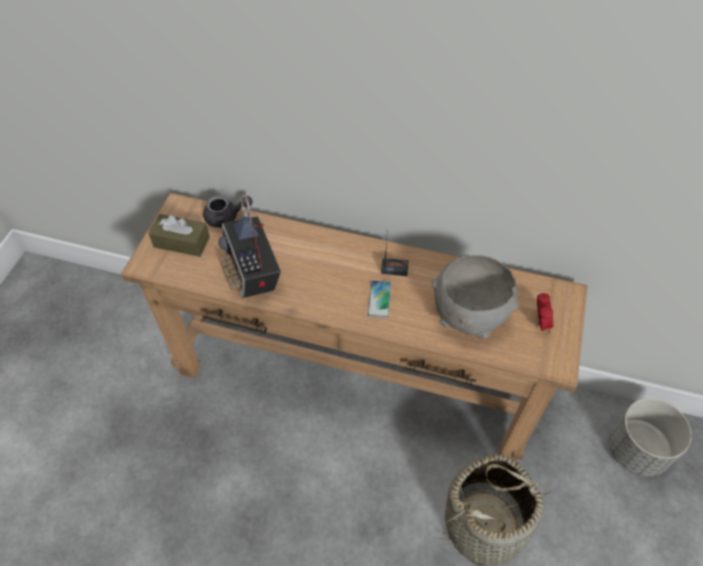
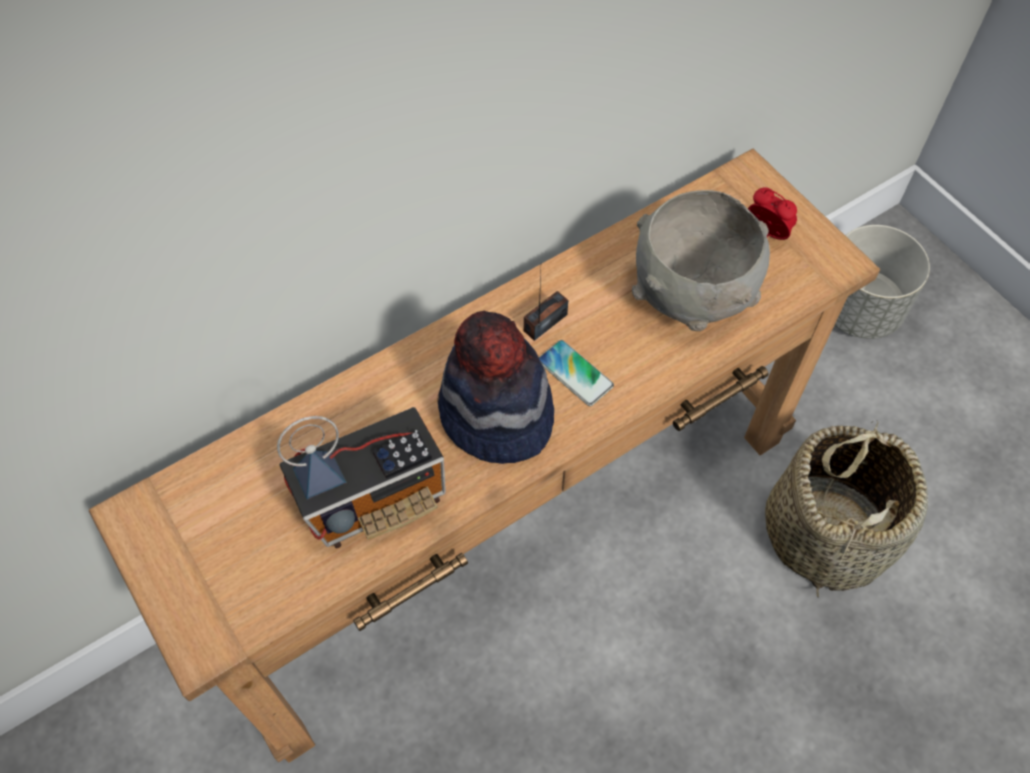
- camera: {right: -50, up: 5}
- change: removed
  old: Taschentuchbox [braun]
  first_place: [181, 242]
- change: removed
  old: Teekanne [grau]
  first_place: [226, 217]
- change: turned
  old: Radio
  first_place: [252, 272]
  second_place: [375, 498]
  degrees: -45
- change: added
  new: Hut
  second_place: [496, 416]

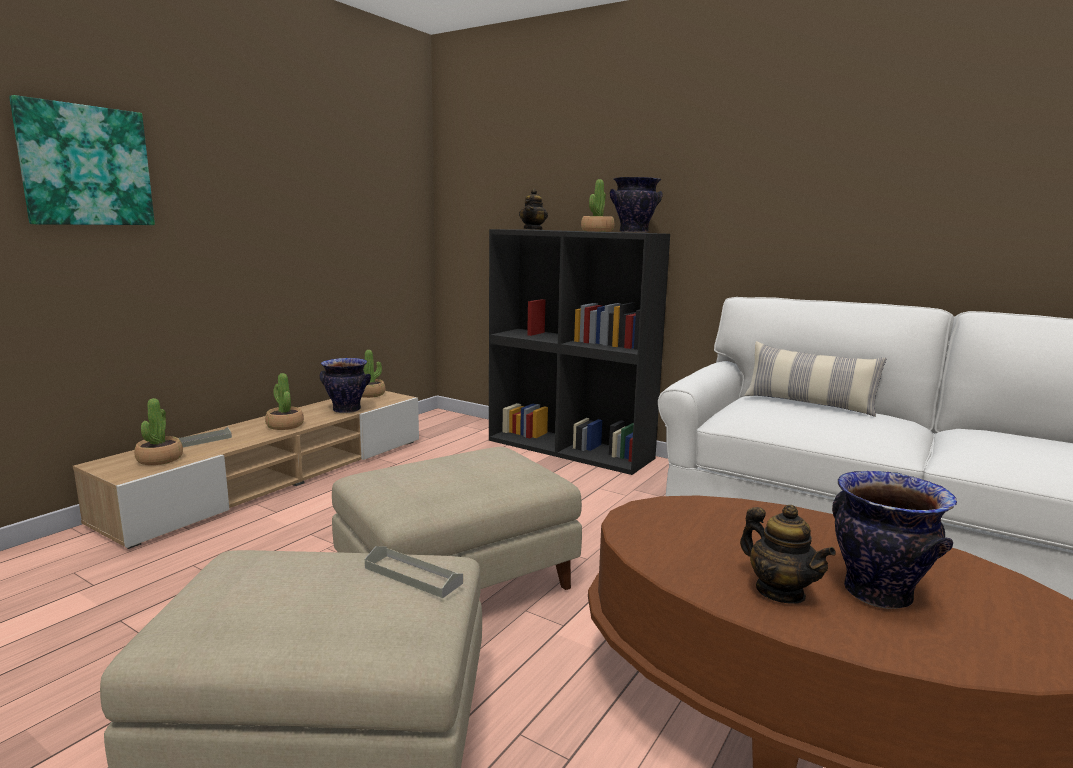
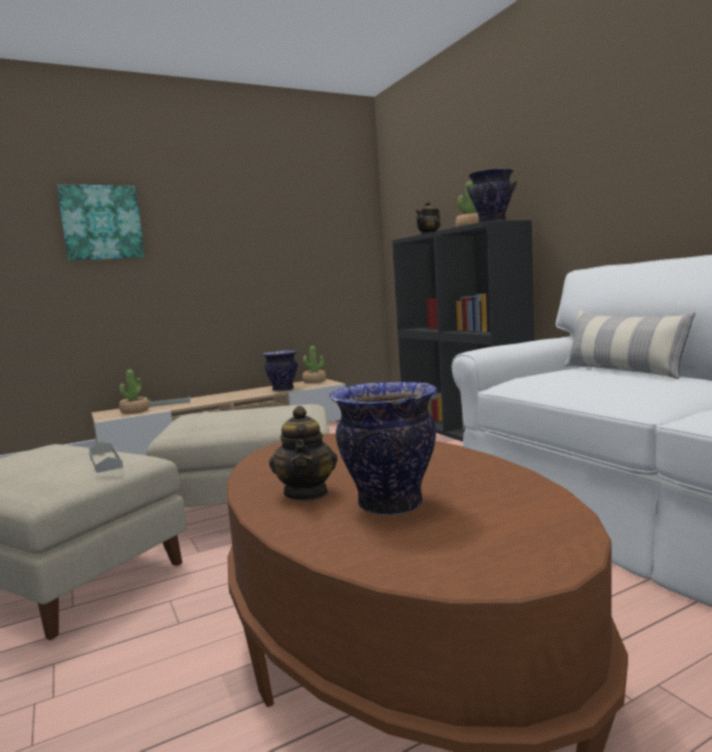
- camera: {right: 30, up: -5}
- change: removed
  old: Topfpflanze
  first_place: [285, 425]

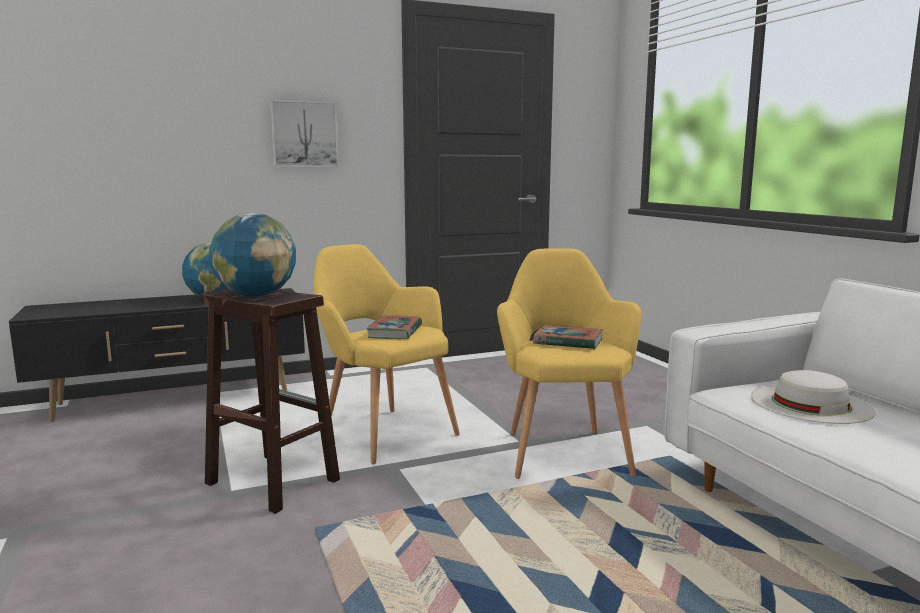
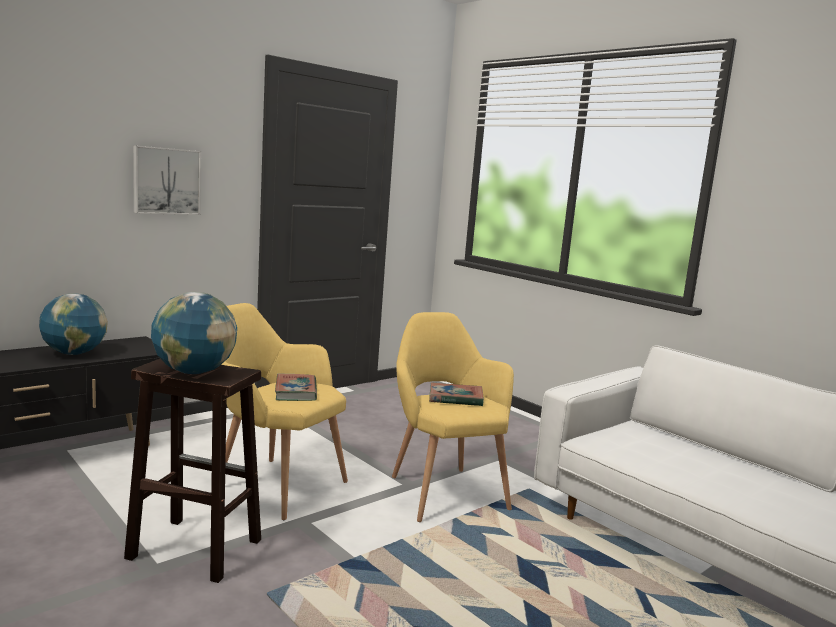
- camera: {right: -20, up: 0}
- change: removed
  old: Hut [weiß]
  first_place: [810, 403]

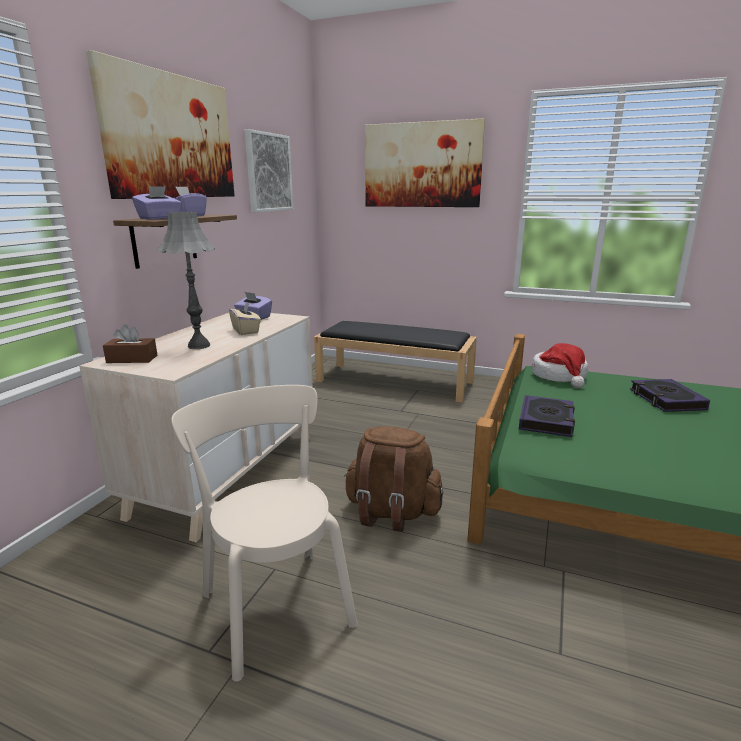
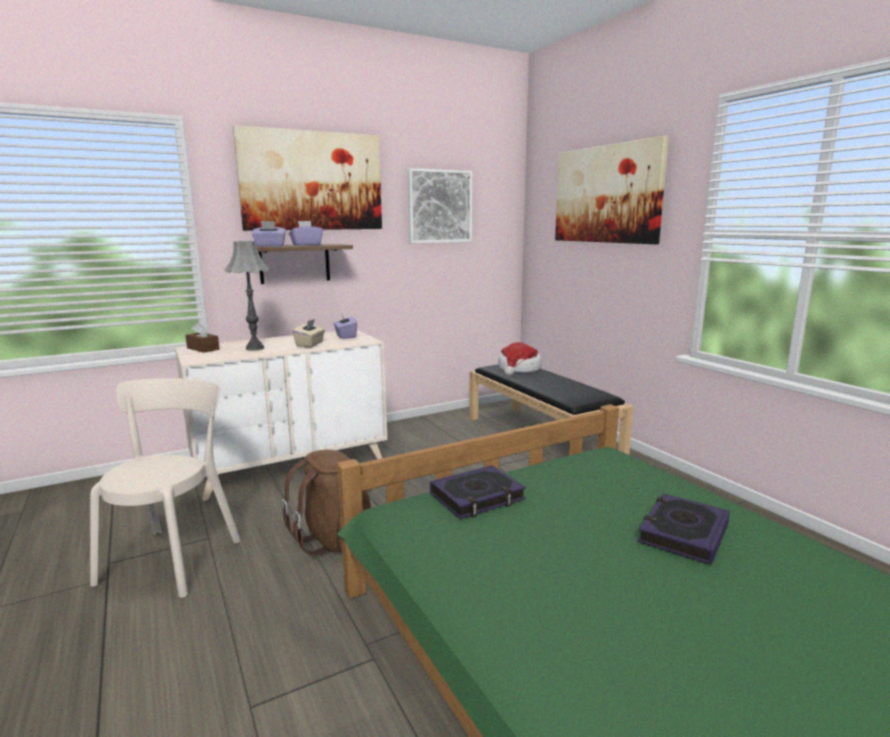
- camera: {right: 40, up: -5}
- change: moved
  old: Hut
  first_place: [559, 376]
  second_place: [519, 369]

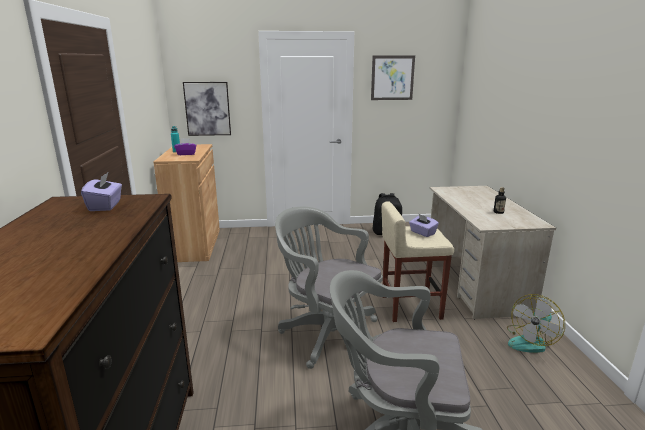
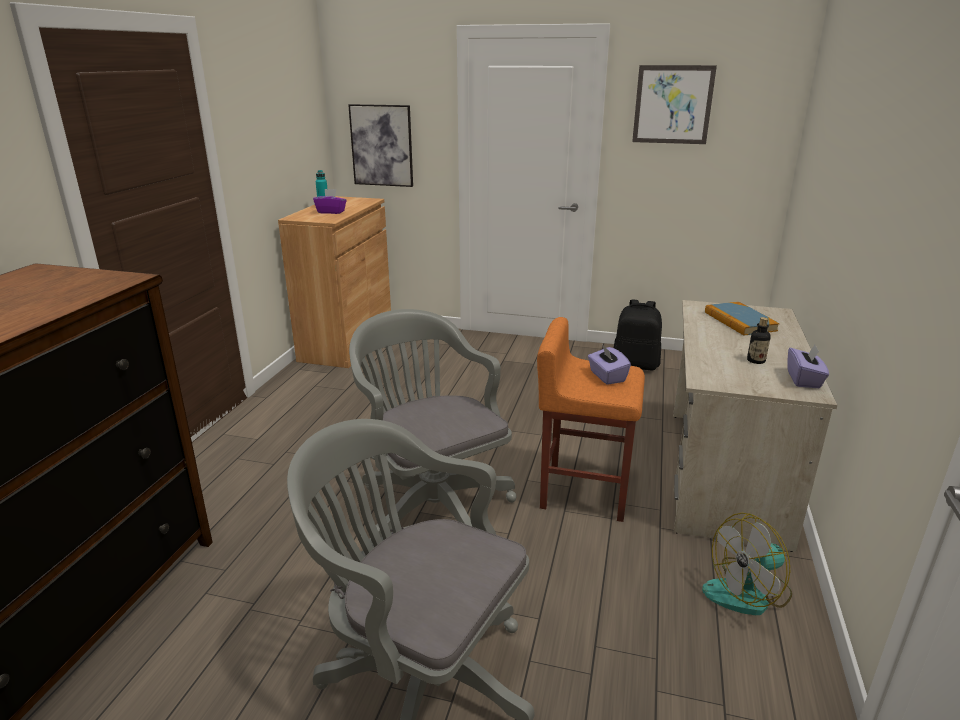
- camera: {right: 20, up: 5}
- change: moved
  old: Taschentuchbox [lila]
  first_place: [105, 206]
  second_place: [804, 380]
- change: recoloured
  old: Hocker [beige]
  new: Hocker [orange]
  first_place: [410, 307]
  second_place: [583, 491]
- change: added
  new: Buch
  second_place: [739, 321]

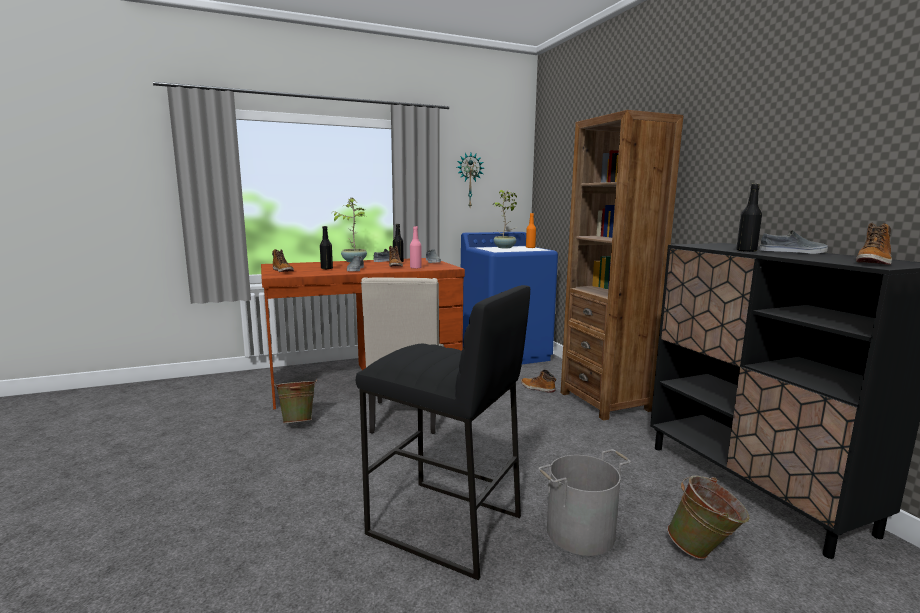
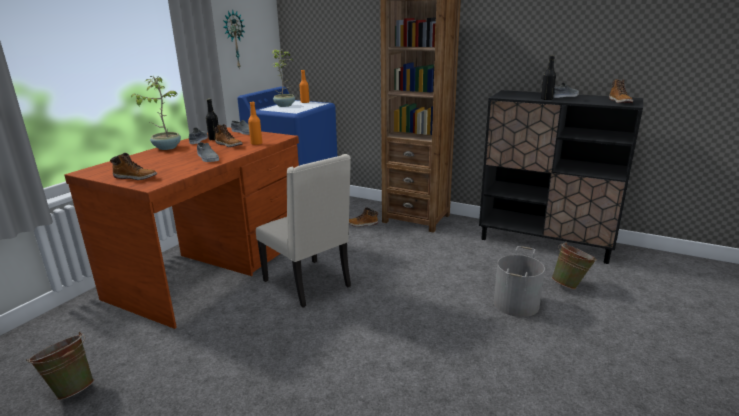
- camera: {right: -40, up: 10}
- change: moved
  old: Eimer [grün]
  first_place: [298, 421]
  second_place: [71, 389]
- change: removed
  old: Flasche [schwarz]
  first_place: [326, 269]
- change: removed
  old: Hocker [schwarz]
  first_place: [444, 526]
- change: recoloured
  old: Flasche [rosa]
  new: Flasche [orange]
  first_place: [415, 268]
  second_place: [256, 143]

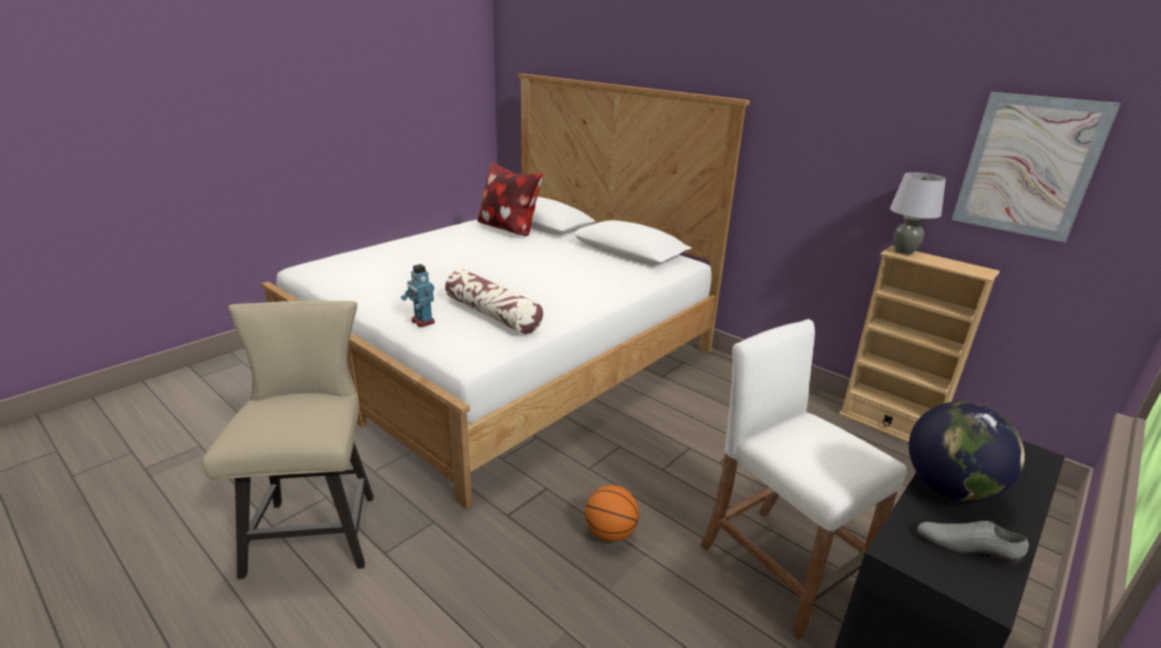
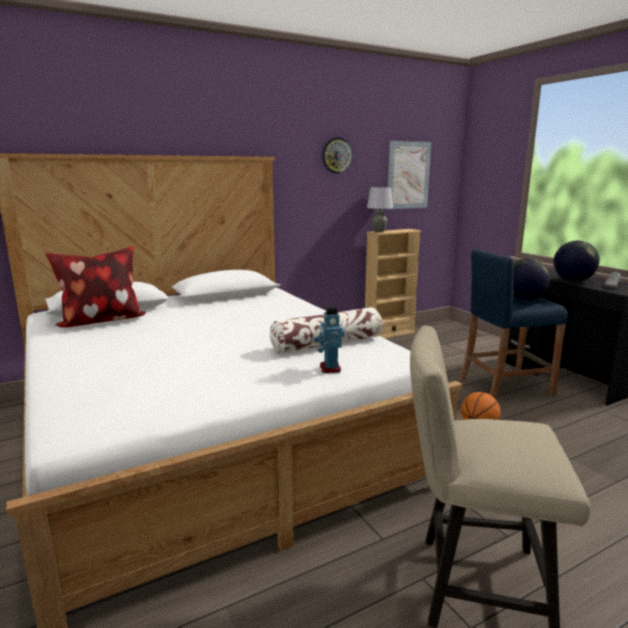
- camera: {right: -70, up: -10}
- change: turned
  old: Spielzeugroboter
  first_place: [422, 322]
  second_place: [329, 368]
  degrees: 105
- change: recoloured
  old: Hocker [weiß]
  new: Hocker [blau]
  first_place: [779, 567]
  second_place: [505, 386]
- change: added
  new: Wanduhr
  second_place: [336, 155]
- change: added
  new: Globus
  second_place: [524, 299]

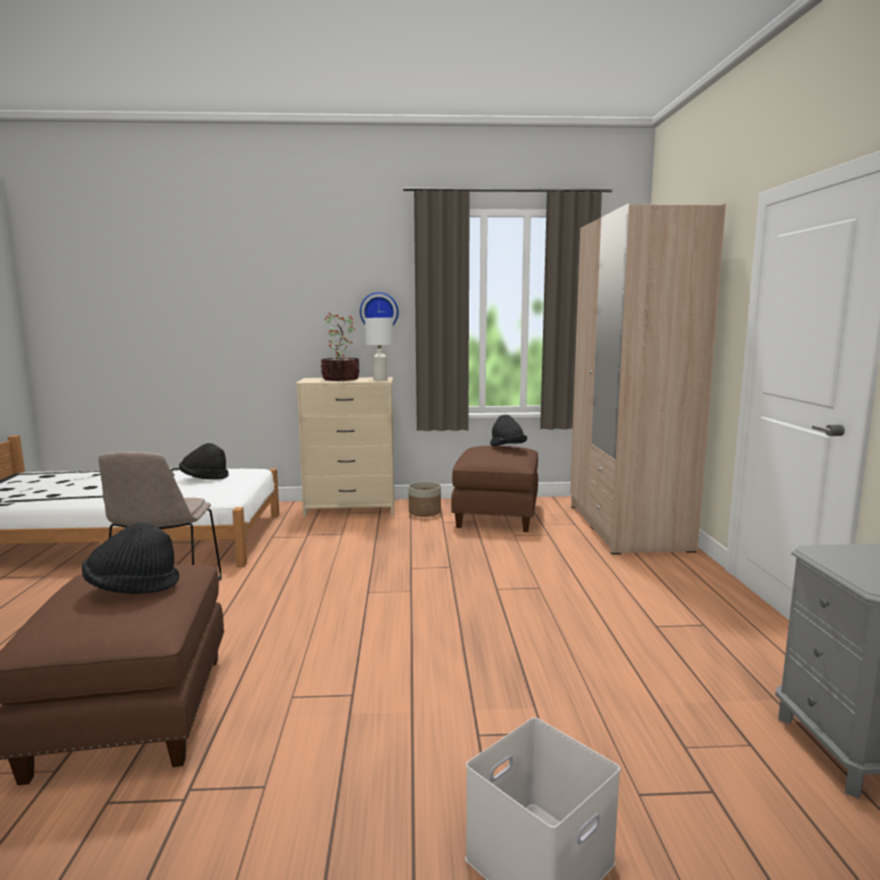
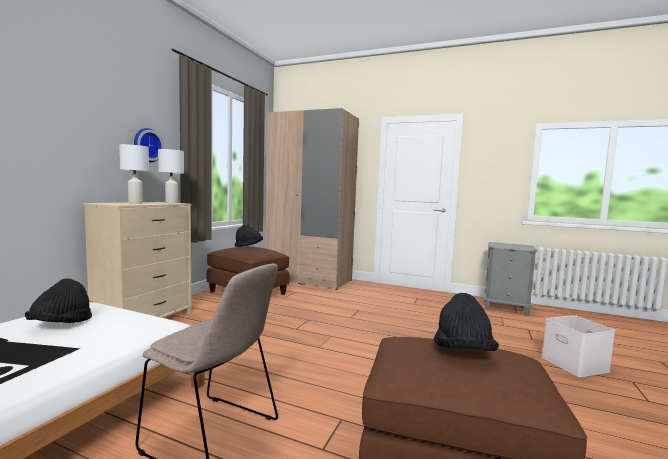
- camera: {right: -65, up: -5}
- change: replaced
  old: Topfpflanze
  new: Tischlampe [weiß]
  first_place: [340, 379]
  second_place: [135, 203]
- change: removed
  old: Pflanzkübel
  first_place: [424, 512]

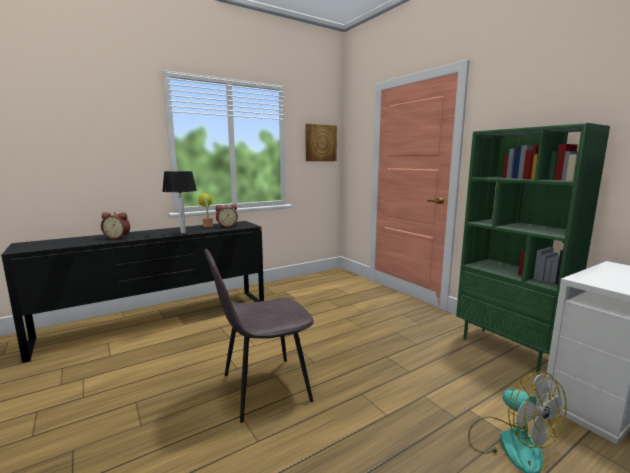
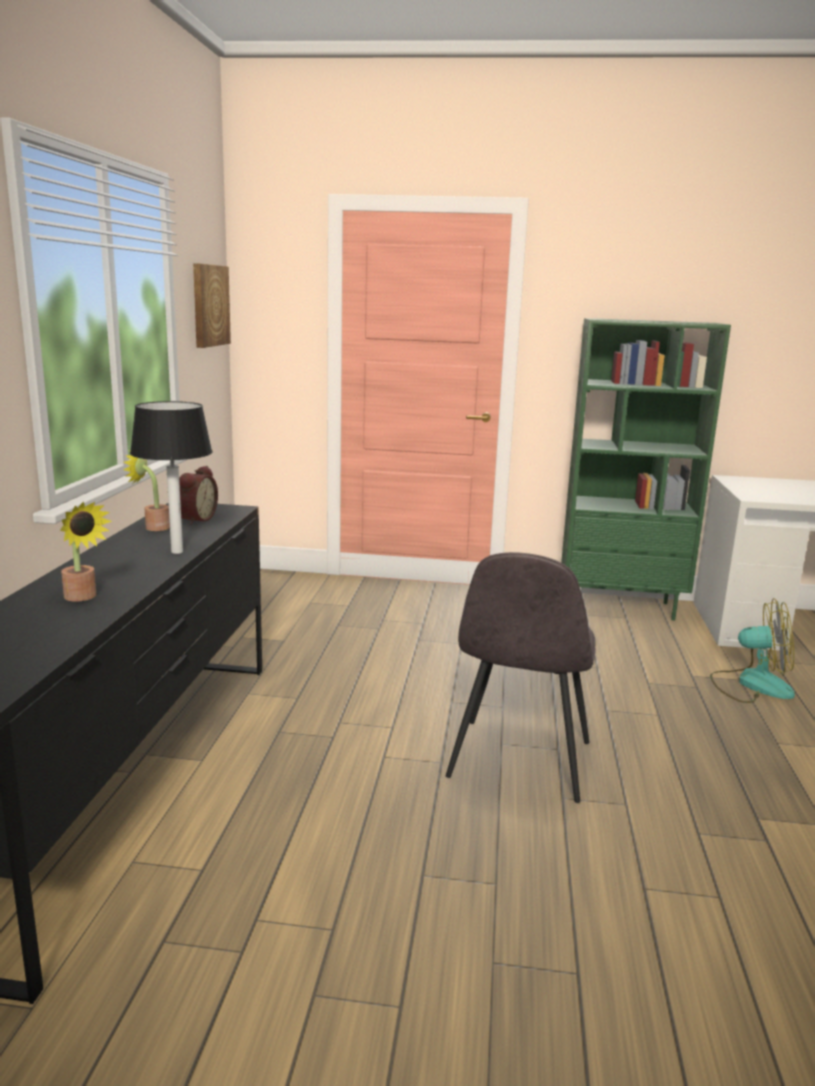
- camera: {right: -50, up: 5}
- change: replaced
  old: Wecker
  new: Topfpflanze
  first_place: [118, 237]
  second_place: [83, 597]

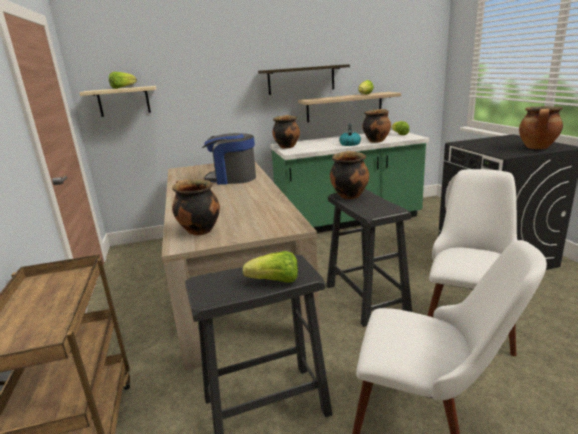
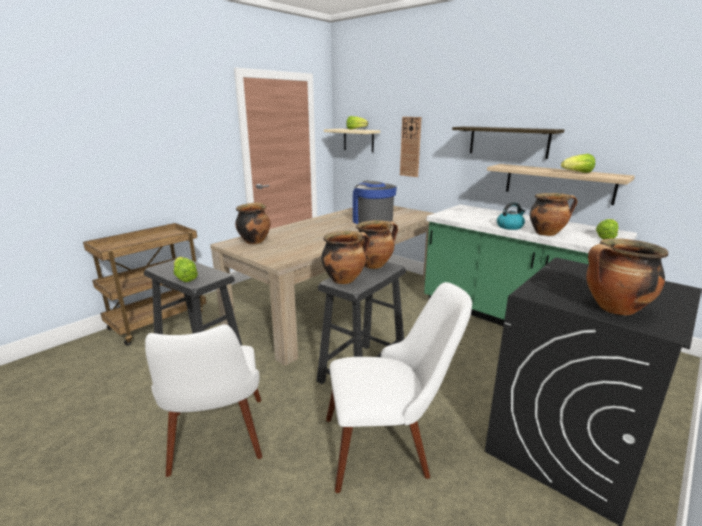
- camera: {right: 55, up: 0}
- change: moved
  old: Kochtopf
  first_place: [287, 147]
  second_place: [344, 279]
- change: added
  new: Wanduhr
  second_place: [410, 147]

